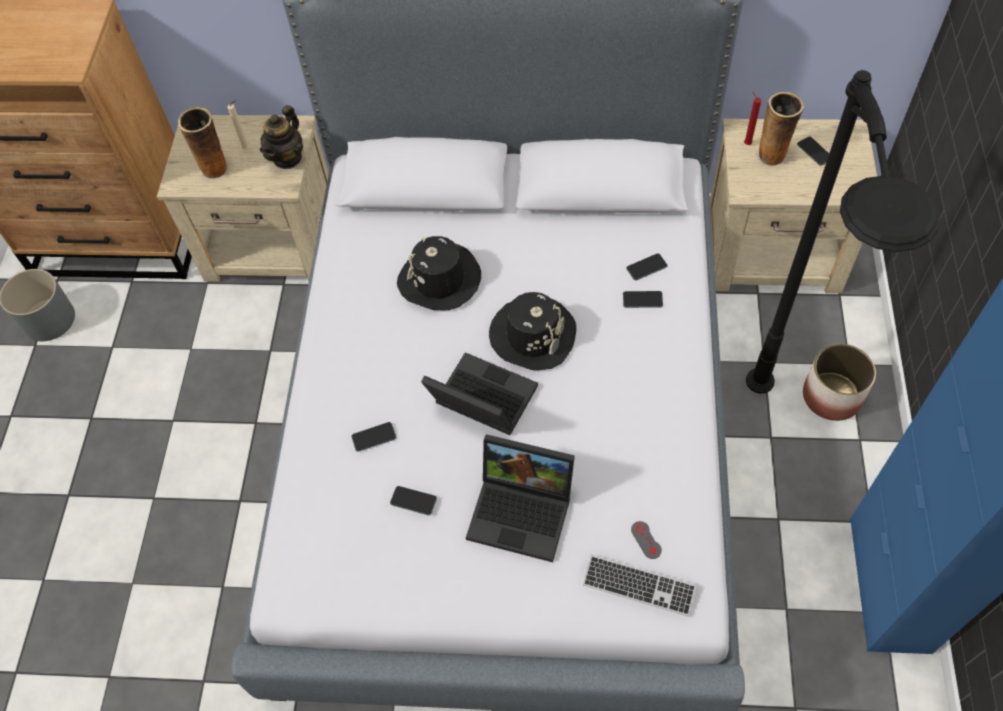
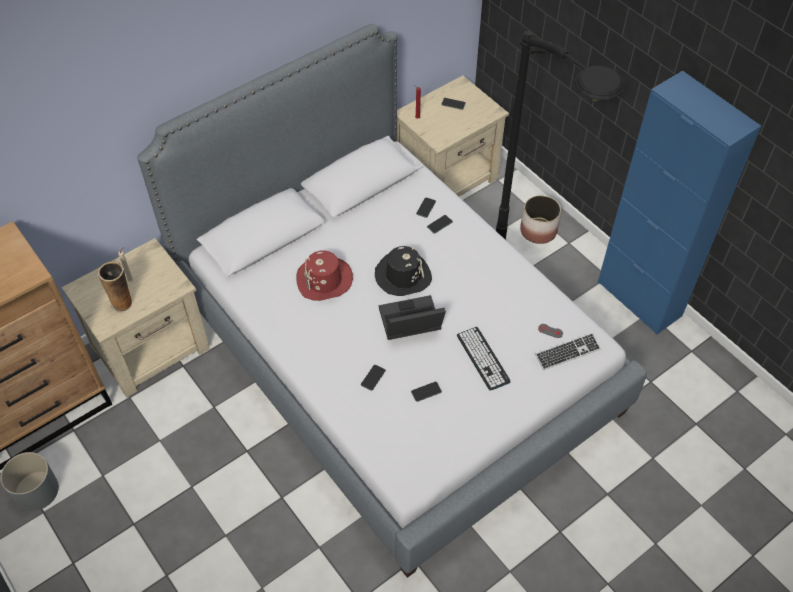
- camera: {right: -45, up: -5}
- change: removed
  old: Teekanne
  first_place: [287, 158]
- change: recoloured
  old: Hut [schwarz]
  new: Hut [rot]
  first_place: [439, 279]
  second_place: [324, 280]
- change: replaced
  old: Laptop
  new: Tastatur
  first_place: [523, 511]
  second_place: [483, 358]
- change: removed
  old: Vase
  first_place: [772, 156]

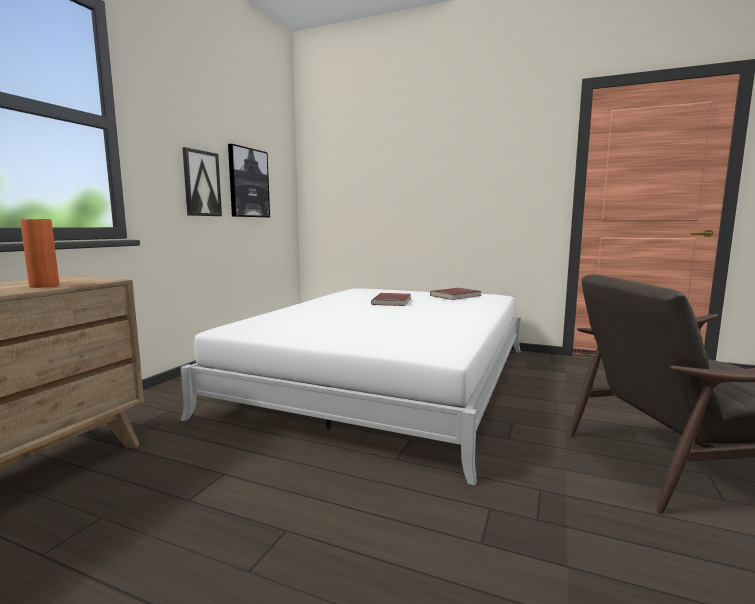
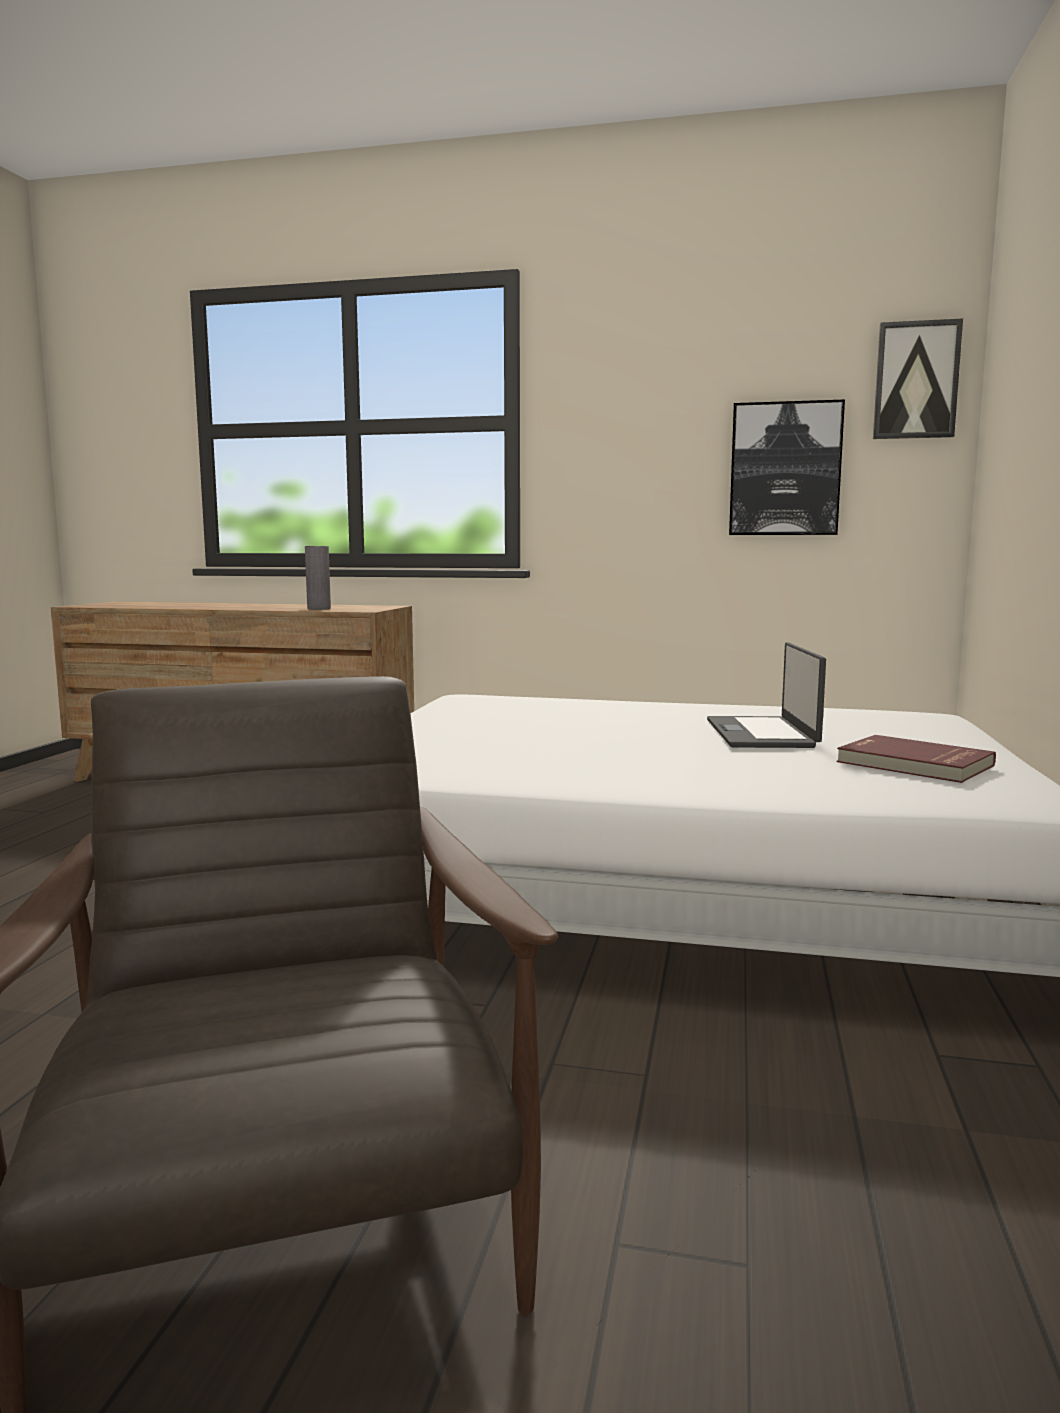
- camera: {right: 80, up: 0}
- change: recoloured
  old: Vase [orange]
  new: Vase [grau]
  first_place: [44, 286]
  second_place: [319, 609]
- change: moved
  old: Bild
  first_place: [201, 183]
  second_place: [916, 380]
- change: replaced
  old: Buch [rot]
  new: Laptop
  first_place: [392, 301]
  second_place: [762, 733]

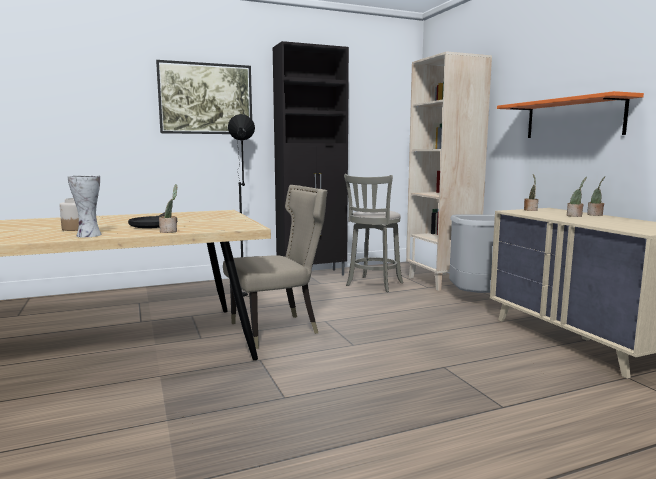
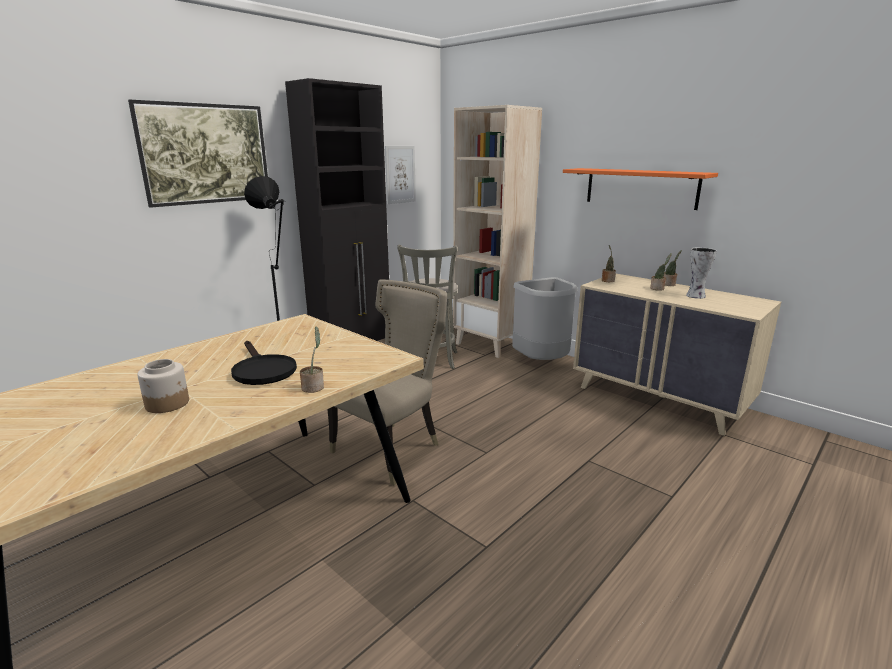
- camera: {right: -25, up: 10}
- change: moved
  old: Vase
  first_place: [87, 235]
  second_place: [695, 296]
- change: added
  new: Bild
  second_place: [400, 174]

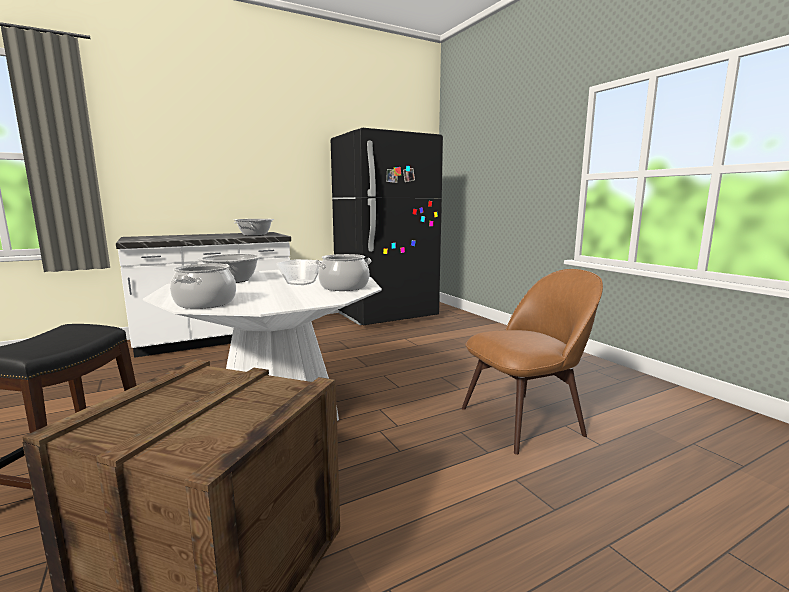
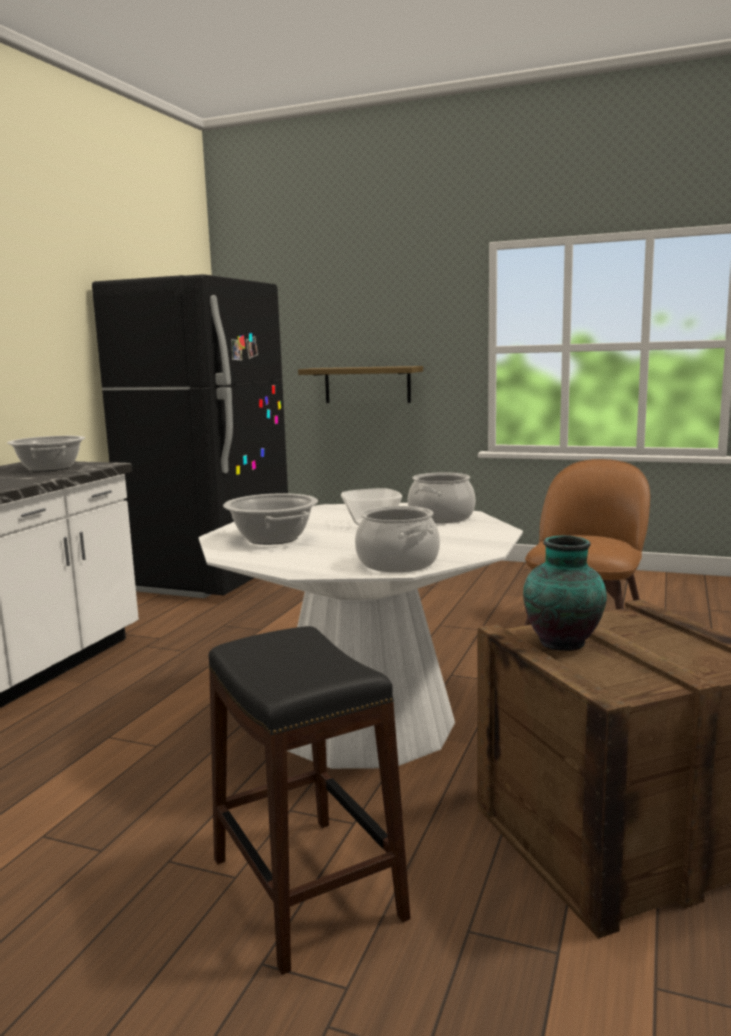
- camera: {right: -40, up: 0}
- change: added
  new: Wandregal
  second_place: [367, 385]
- change: added
  new: Vase
  second_place: [564, 642]

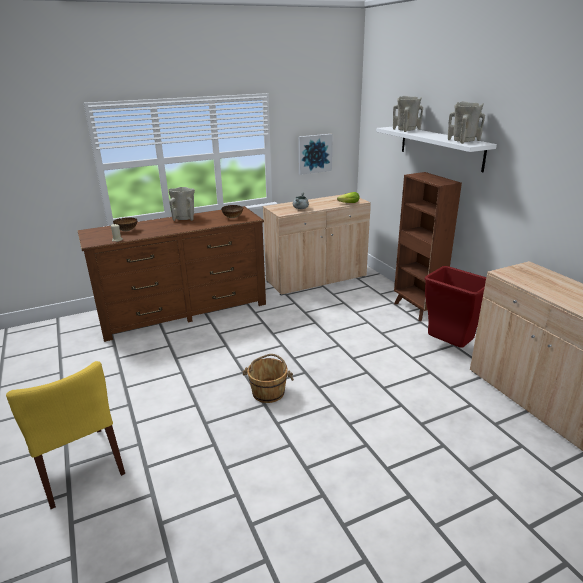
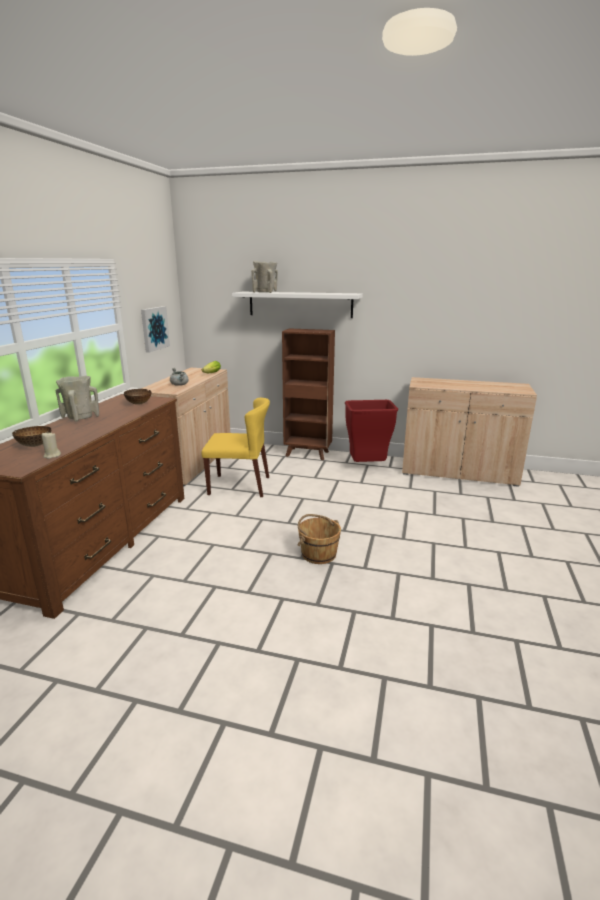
- camera: {right: -50, up: -5}
- change: moved
  old: Stuhl [gelb]
  first_place: [79, 465]
  second_place: [240, 485]
- change: removed
  old: Vase [beige]
  first_place: [463, 141]

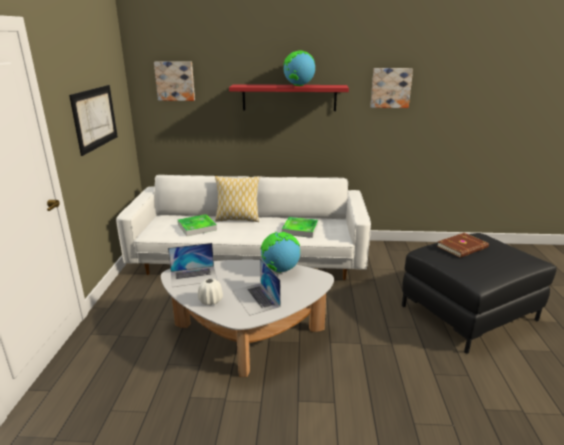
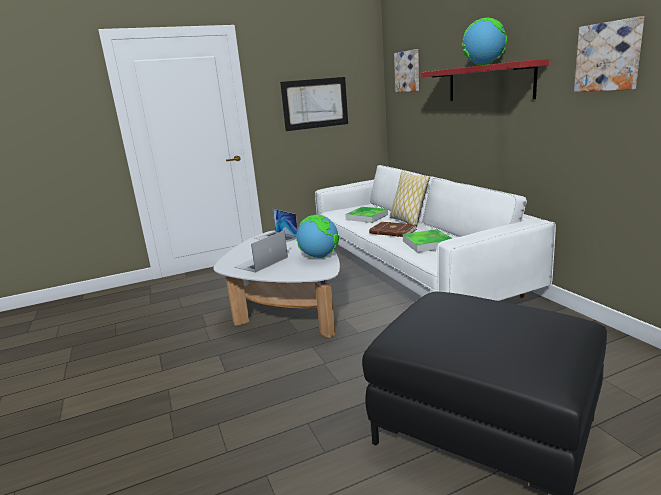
- camera: {right: 65, up: -5}
- change: removed
  old: Vase [weiß]
  first_place: [211, 301]
- change: moved
  old: Buch [braun]
  first_place: [463, 247]
  second_place: [393, 232]

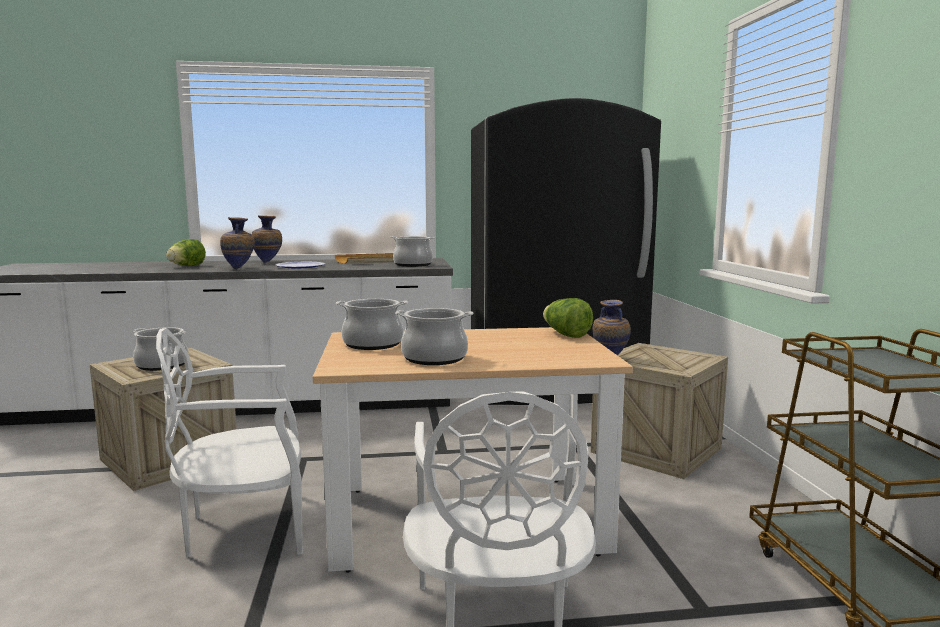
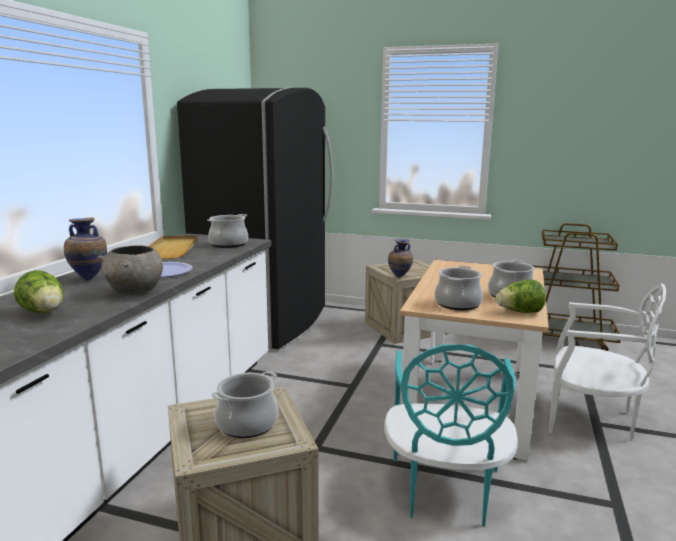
- camera: {right: -65, up: 5}
- change: recoloured
  old: Stuhl [weiß]
  new: Stuhl [türkis]
  first_place: [244, 528]
  second_place: [445, 491]
- change: replaced
  old: Vase
  new: Schüssel [grau]
  first_place: [239, 269]
  second_place: [135, 292]
- change: moved
  old: Salatkopf
  first_place: [566, 335]
  second_place: [519, 312]

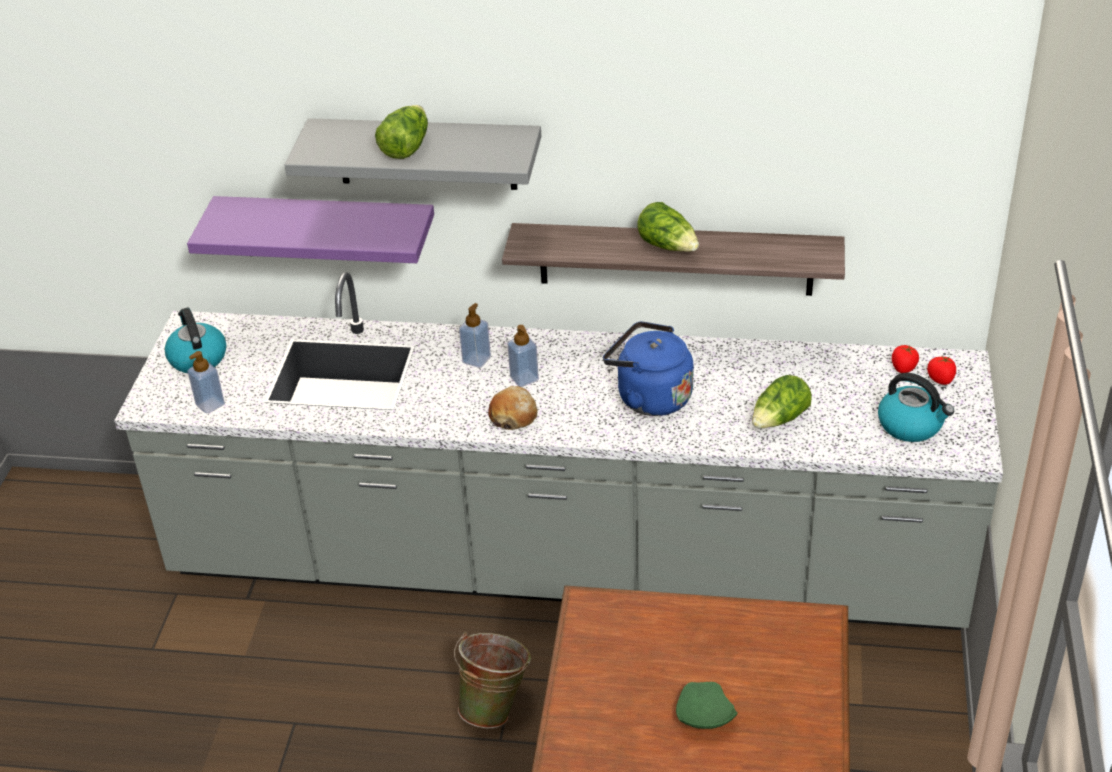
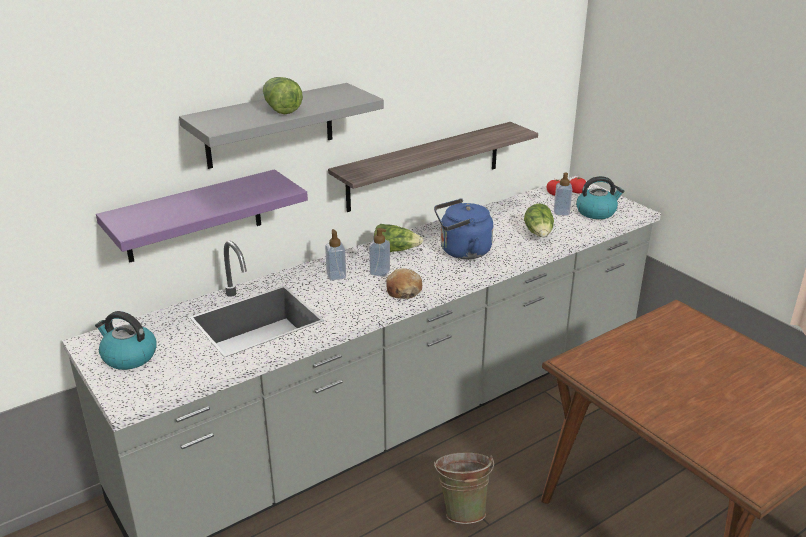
- camera: {right: -45, up: -10}
- change: moved
  old: Seifenspender
  first_place: [210, 404]
  second_place: [561, 212]
- change: moved
  old: Salatkopf
  first_place: [668, 246]
  second_place: [395, 250]
- change: removed
  old: Teller [grün]
  first_place: [703, 716]

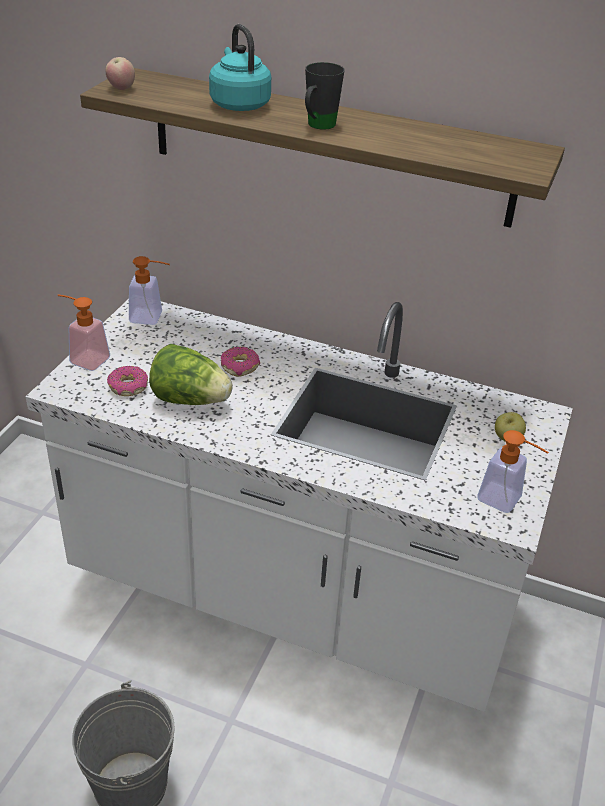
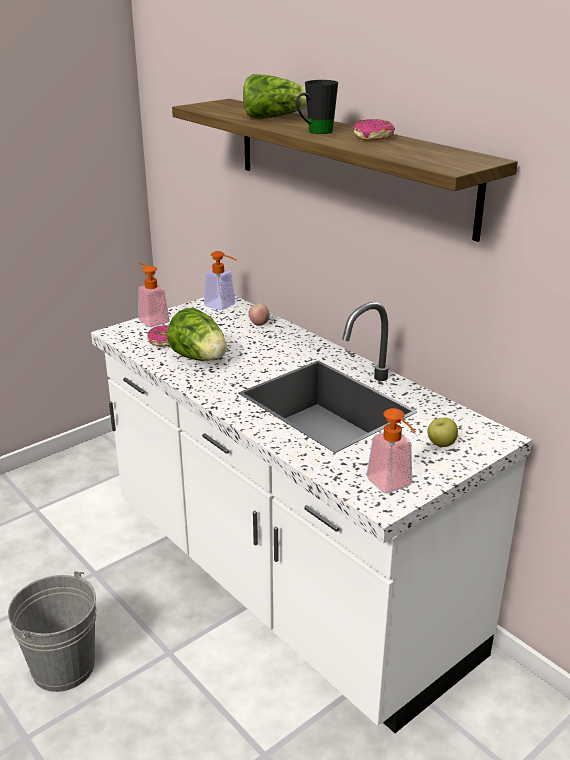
- camera: {right: 30, up: -10}
- change: moved
  old: Apfel
  first_place: [121, 88]
  second_place: [259, 324]
- change: replaced
  old: Wasserkessel [türkis]
  new: Salatkopf
  first_place: [239, 104]
  second_place: [275, 118]
- change: moved
  old: Donut
  first_place: [240, 366]
  second_place: [373, 137]

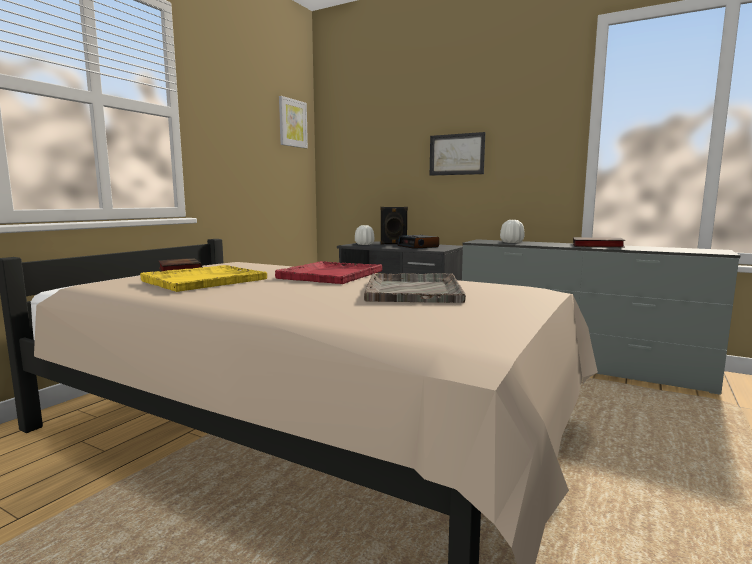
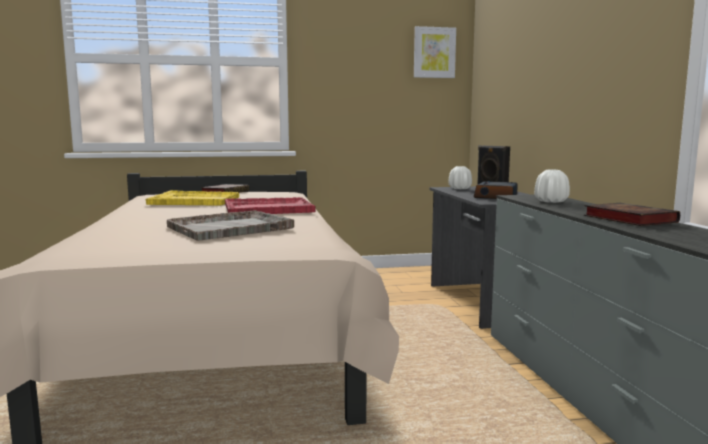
- camera: {right: 50, up: 0}
- change: removed
  old: Bild
  first_place: [456, 154]

